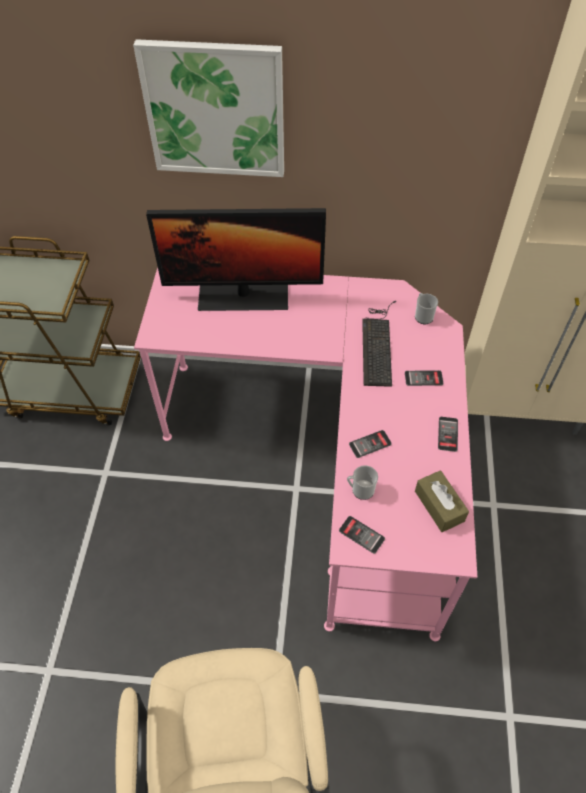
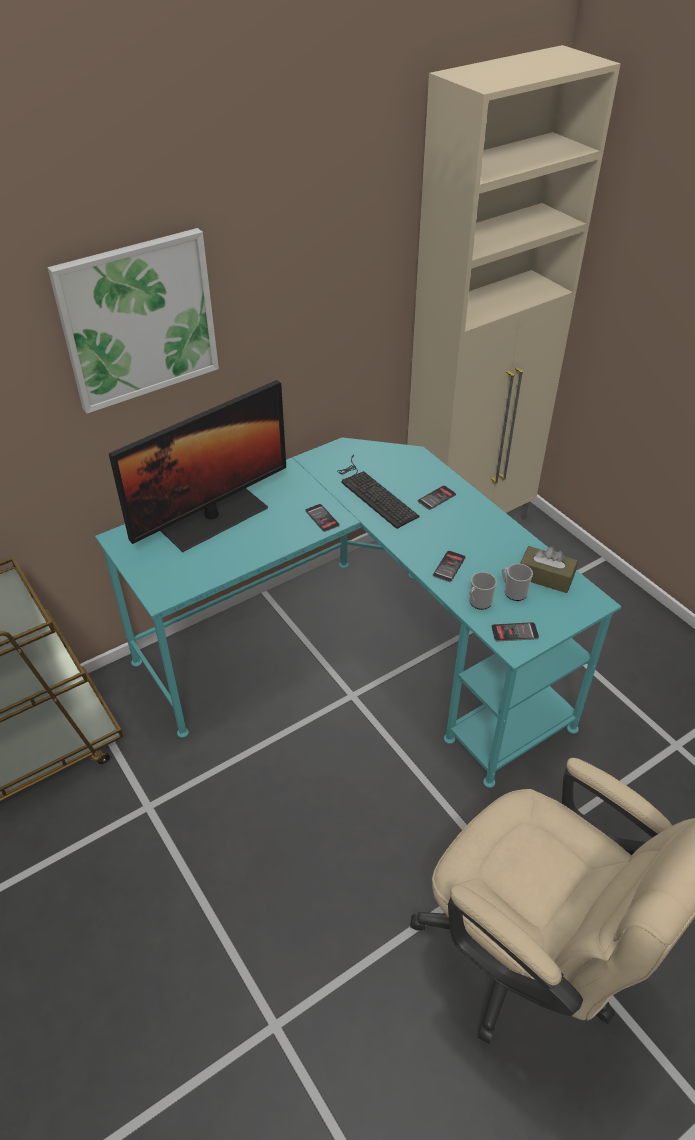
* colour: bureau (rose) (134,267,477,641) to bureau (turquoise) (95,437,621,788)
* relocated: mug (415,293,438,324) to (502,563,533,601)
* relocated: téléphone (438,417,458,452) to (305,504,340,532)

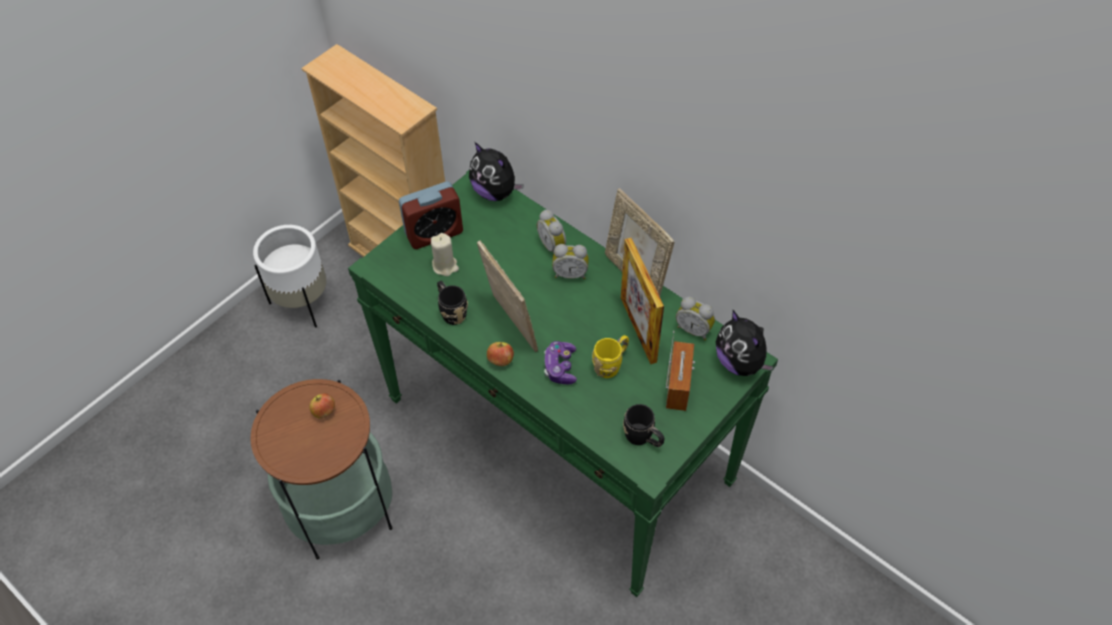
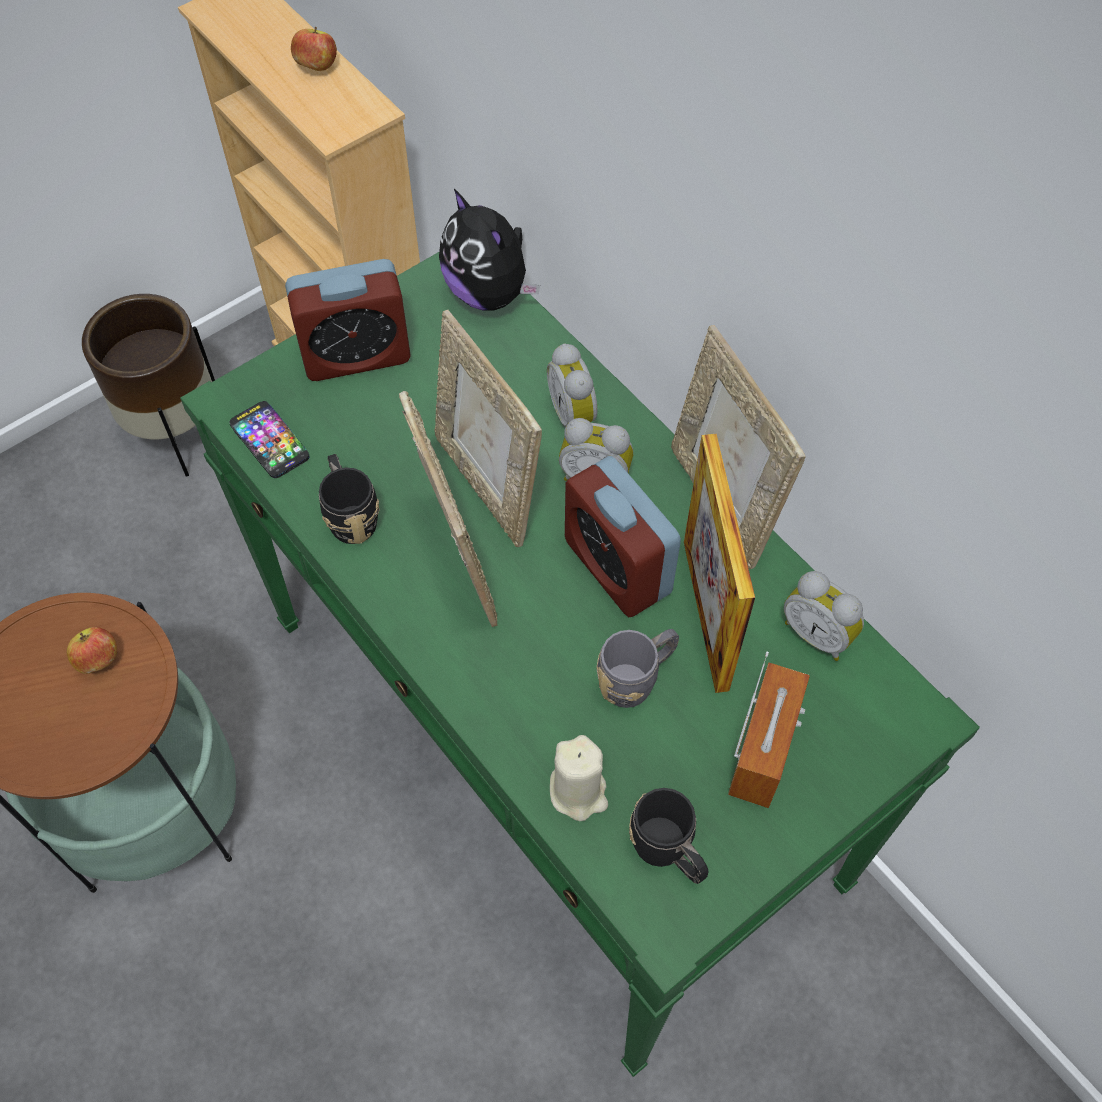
* colour: cache-pot (blanc) (253,225,326,328) to cache-pot (marron) (82,294,215,477)
* relocated: bougie (beige) (431,233,459,276) to (550,735,608,821)
* missing: peluche (716,310,774,376)
* colour: mug (jaune) (592,335,629,378) to mug (gris) (596,629,679,708)
* missing: manette (544,341,577,384)
* relocated: pomme (487,342,514,366) to (291,27,337,71)
* appeared: cadre photo (435,310,542,547)
* appeared: téléphone (229,401,309,478)
* appeared: réveil (565,456,681,617)

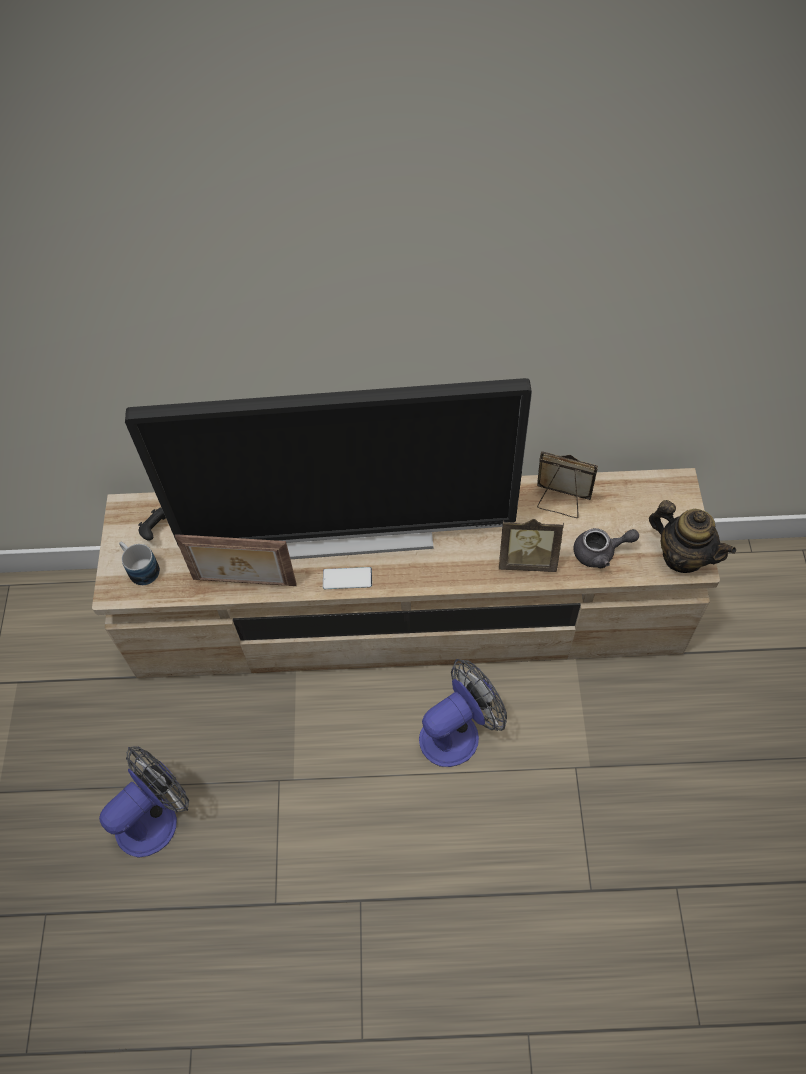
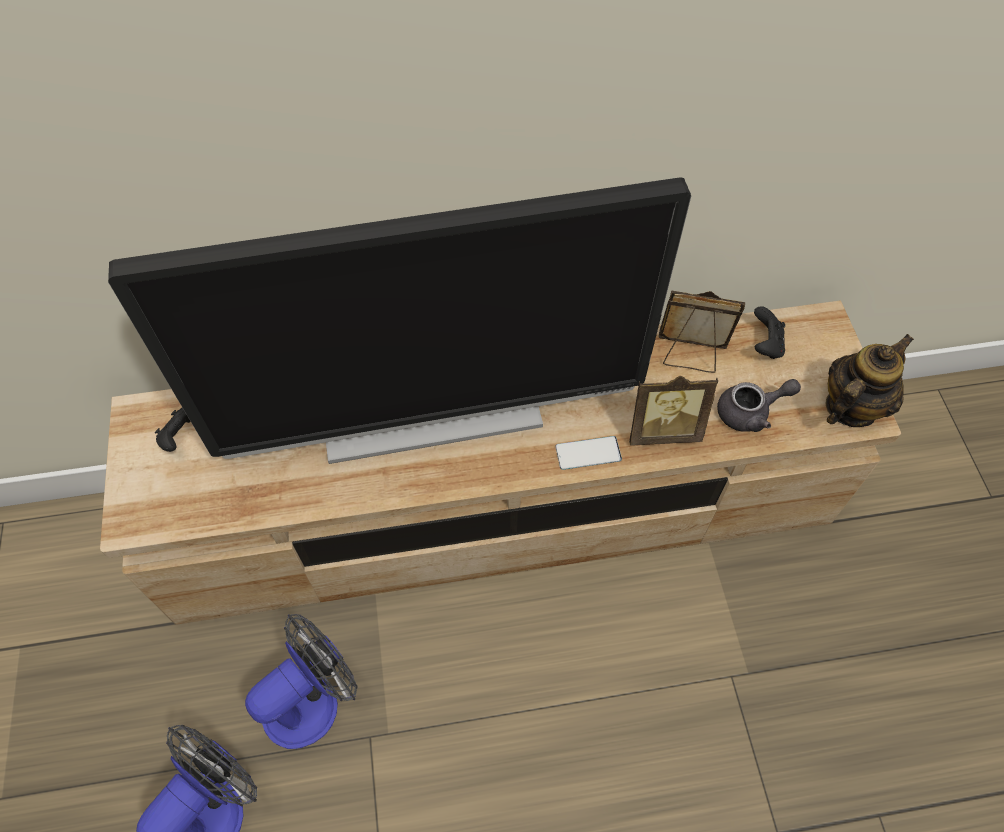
* spun: théière (649,500,736,573) = (826,334,914,427) 75 degrees counterclockwise
* missing: cadre photo (175,534,297,586)
* missing: mug (119,542,160,585)
* relocated: téléphone (323,567,372,589) to (555,436,622,470)
* relocated: ventilateur (419,659,507,767) to (245,614,358,749)
* appeared: manette (noir) (754,306,785,359)

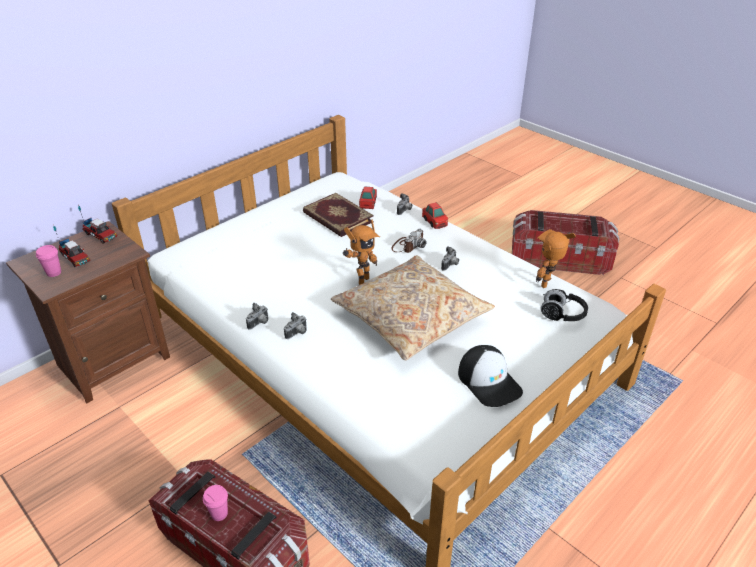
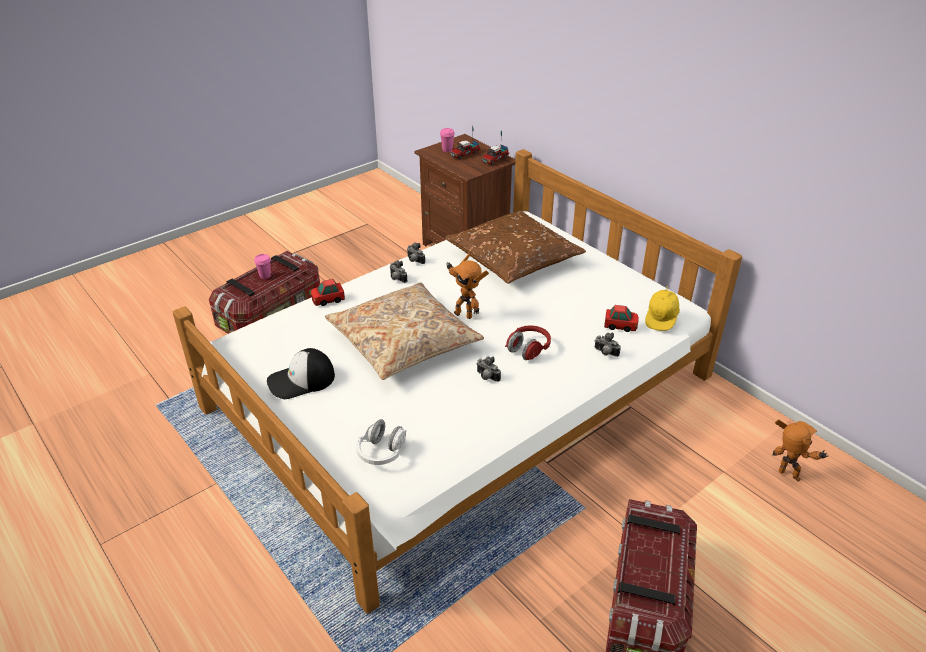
* missing: livre (303,193,374,237)
* relocated: petite voiture (422,202,448,229) to (311,279,345,306)
* exchanged: appareil photo (391,228,427,253) to casque audio (rouge) (505,325,551,360)
* relocated: robot jouet (536,229,576,288) to (772,420,828,482)
* colour: casque audio (noir) (541,289,588,321) to casque audio (blanc) (356,419,407,465)
* appeared: coussin (marron) (445,211,586,284)
* appeared: casquette (jaune) (645,285,680,331)

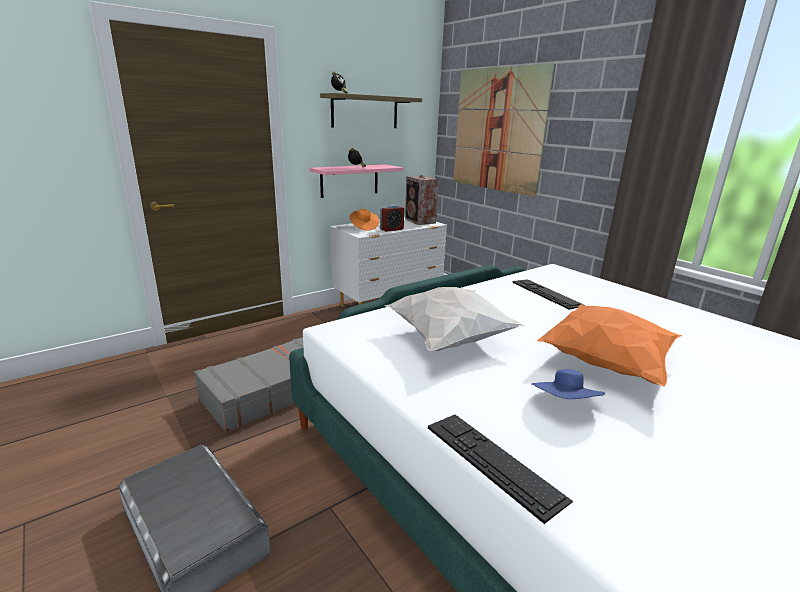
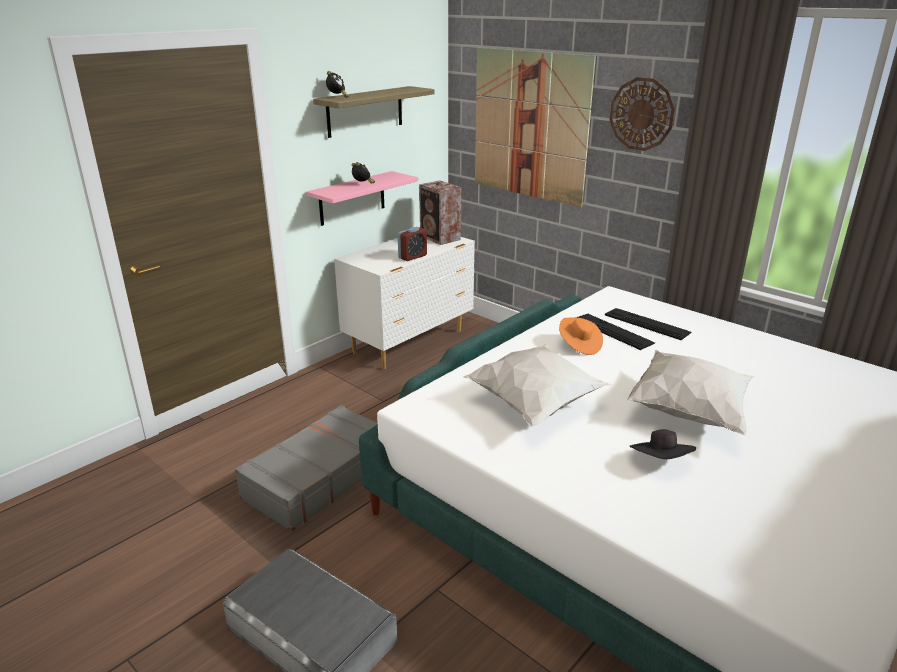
* relocated: chapeau (orange) (349,209,380,231) to (559,318,603,355)
* colour: coussin (orange) (537,304,682,387) to coussin (blanc) (626,350,754,436)
* colour: chapeau (bleu) (531,369,605,399) to chapeau (noir) (630,429,696,459)
* relocated: clavier (428,415,573,524) to (605,308,692,340)
* appeared: horloge murale (610,77,675,151)

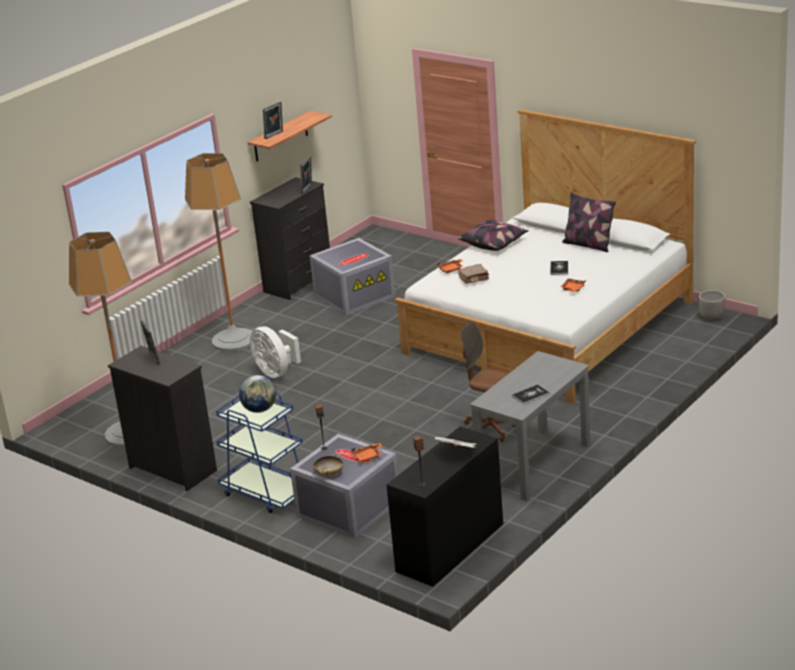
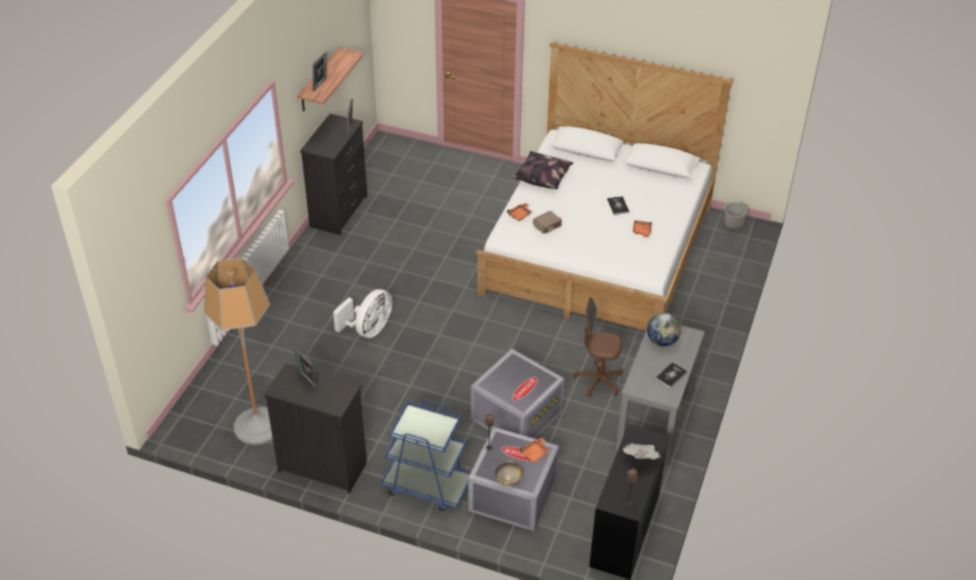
* missing: lampadaire (185,153,253,352)
* missing: coussin (562,192,616,252)
* relocated: boîte de rangement (gris) (310,238,396,315) to (471,349,565,439)
* spun: ventilateur (blanc) (250,326,301,378) = (333,289,392,338) 90 degrees counterclockwise
* relocated: globe (239,375,276,413) to (647,313,681,347)

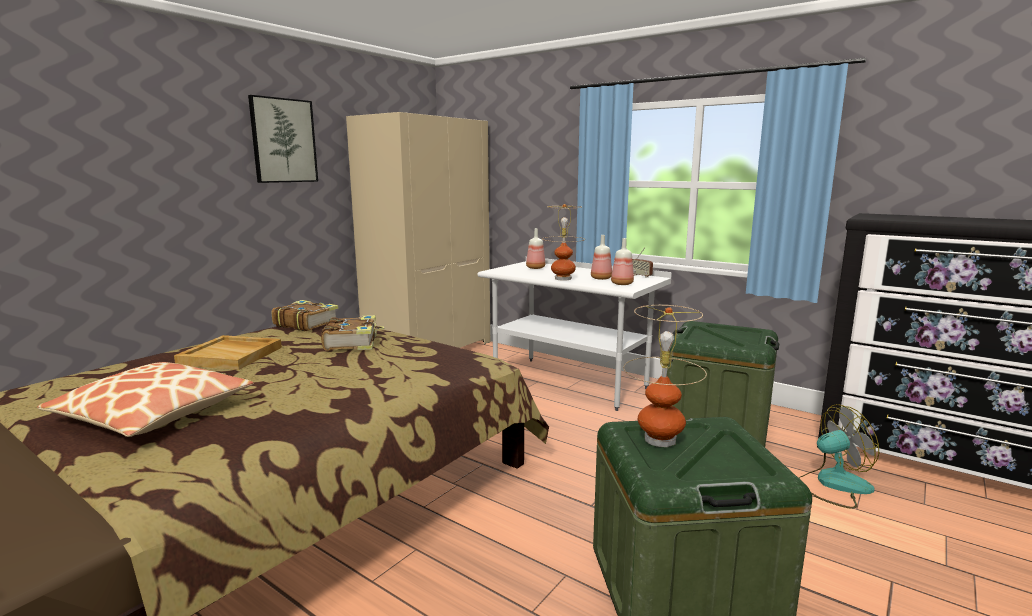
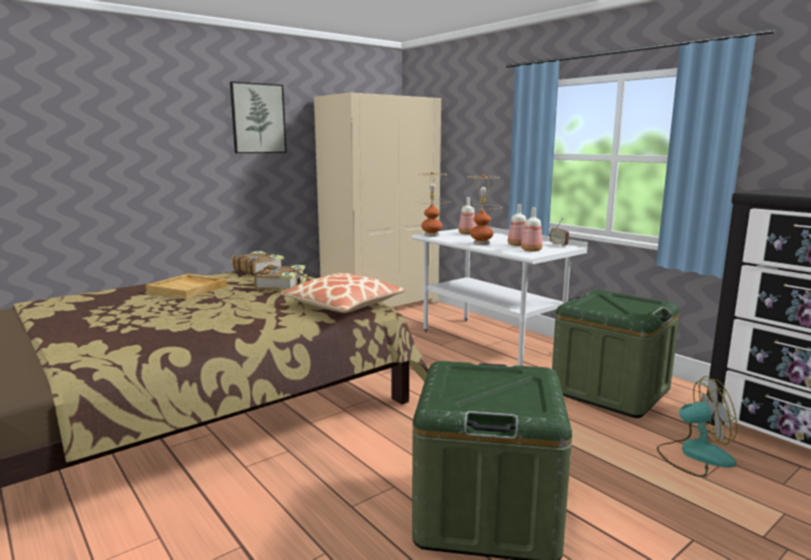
* relocated: lampe de table (623,305,707,447) to (416,172,449,237)
* relocated: coussin (37,362,254,437) to (280,273,406,313)

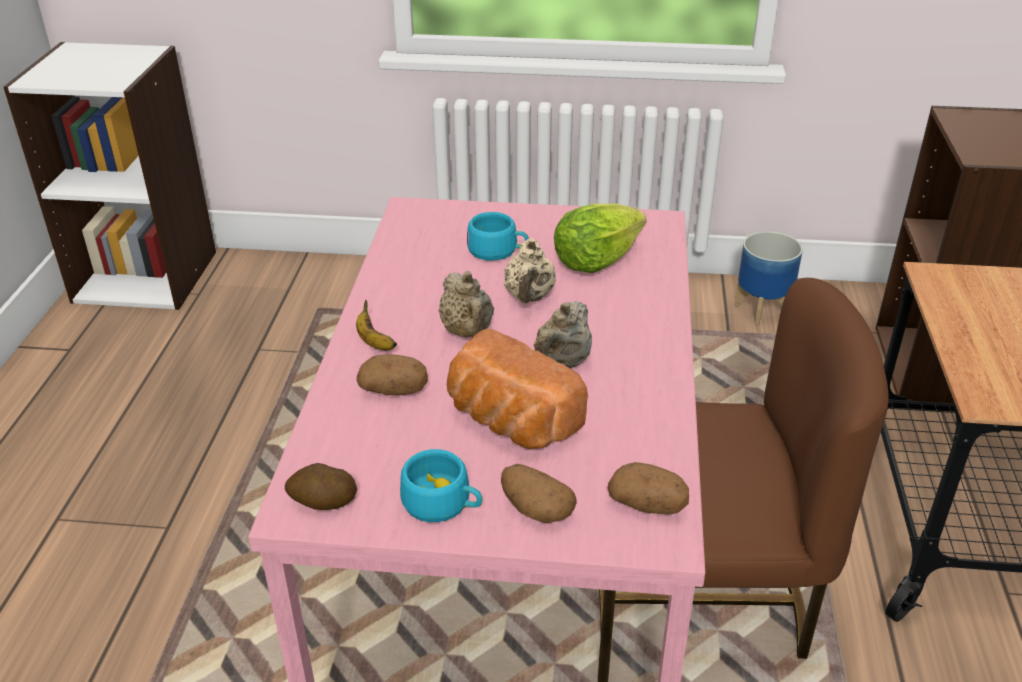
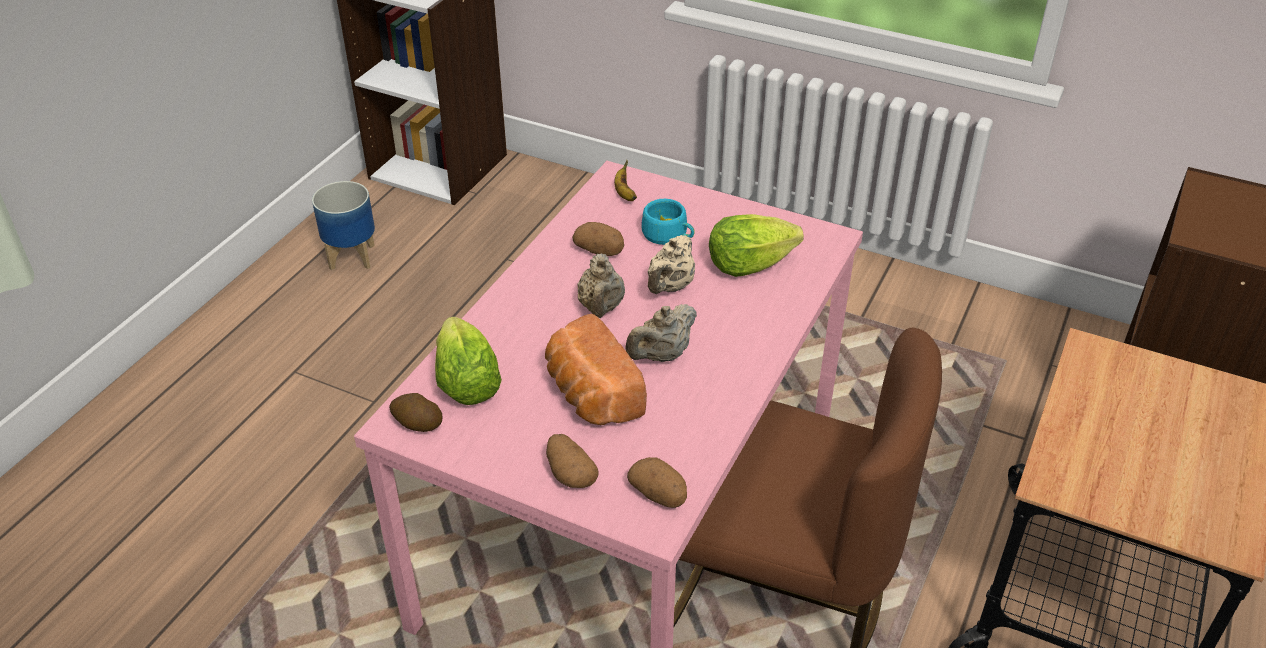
* relocated: cache-pot (734,231,803,326) to (312,181,375,270)
* relocated: banane (356,300,397,351) to (614,160,637,201)
* relocated: pomme de terre (357,354,428,396) to (572,222,624,256)
* missing: tasse (turquoise) (400,449,482,522)
* appeared: laitue (435,317,502,405)

